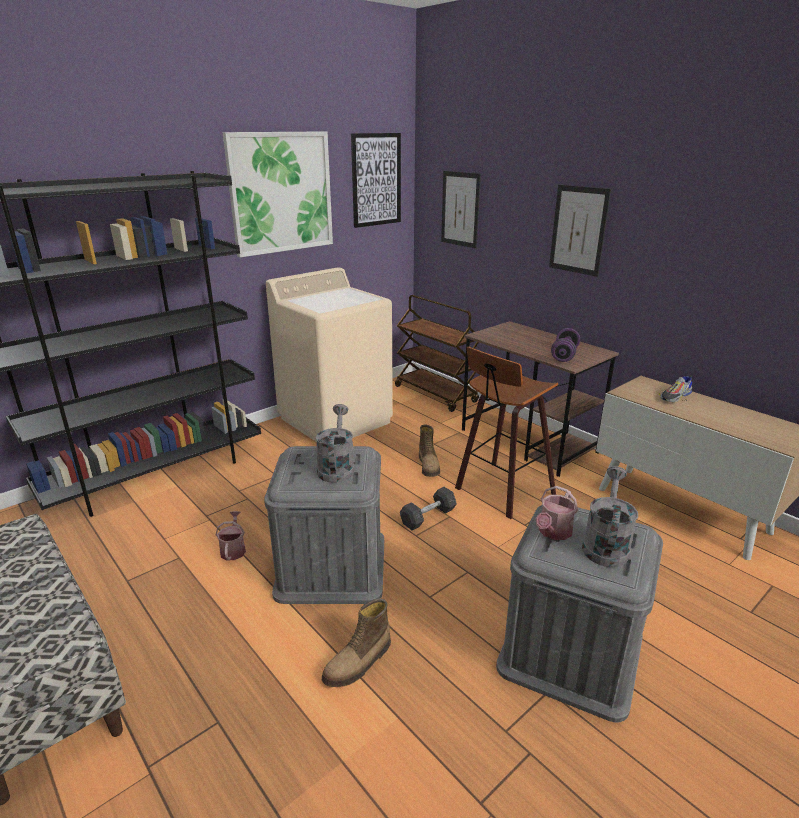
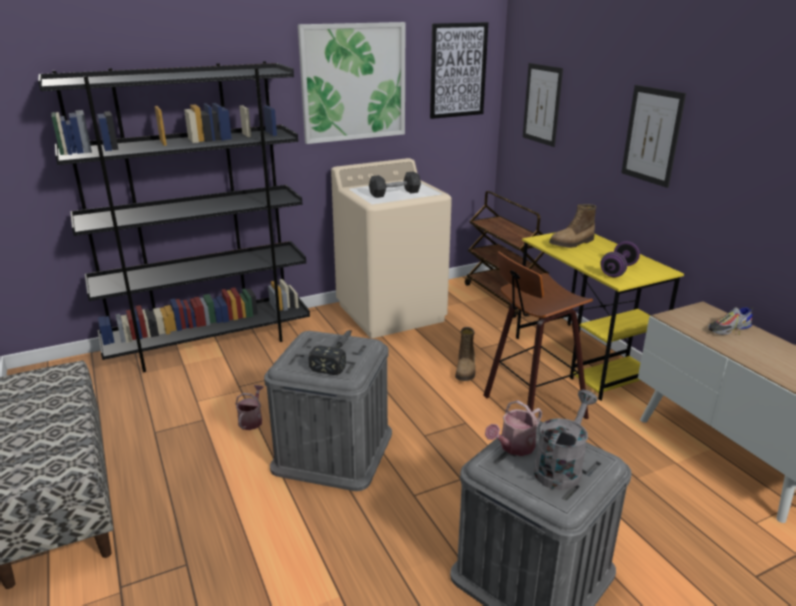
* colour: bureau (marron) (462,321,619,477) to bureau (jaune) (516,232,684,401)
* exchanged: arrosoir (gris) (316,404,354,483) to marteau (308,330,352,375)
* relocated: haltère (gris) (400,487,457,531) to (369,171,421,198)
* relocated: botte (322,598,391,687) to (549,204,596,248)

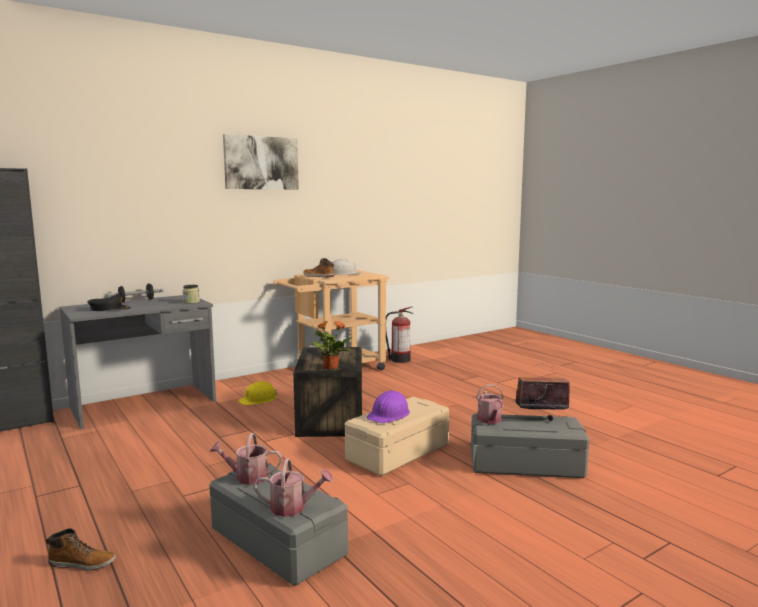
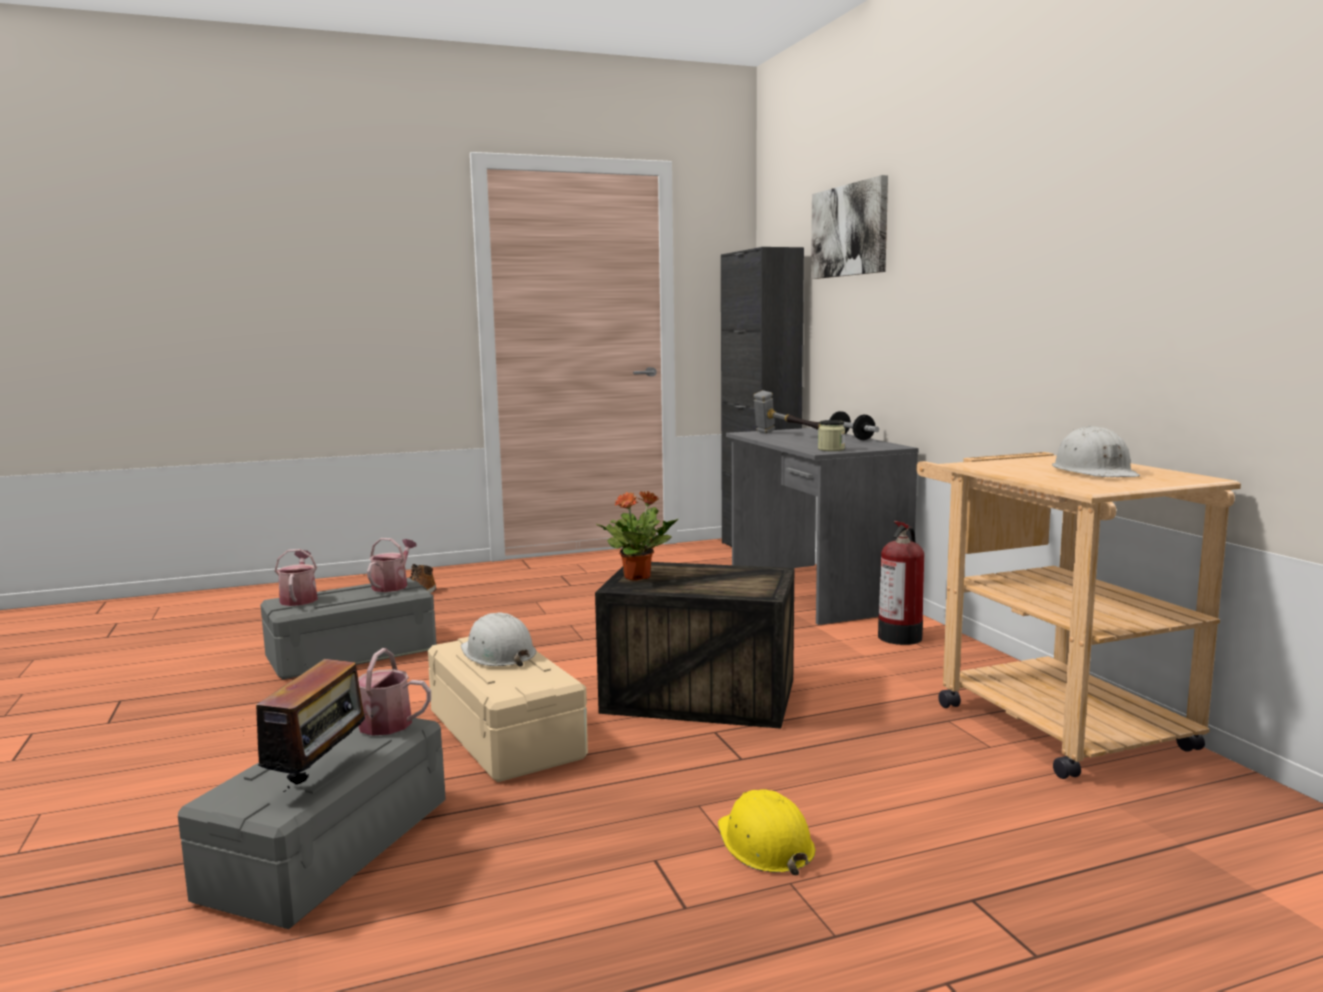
* relocated: tableau (223,134,299,189) to (811,175,888,279)
* missing: botte (304,258,334,277)
* exchanged: casquette (noir) (87,294,131,311) to marteau (753,390,820,434)
* relocated: extincteur (386,306,413,363) to (878,521,924,645)
* relocated: casque de chantier (jaune) (238,381,277,405) to (718,789,815,875)
* colour: casque de chantier (violet) (367,390,410,423) to casque de chantier (blanc) (461,613,536,666)
* spun: arrosoir (254,458,334,517) = (275,549,318,606) 150 degrees clockwise

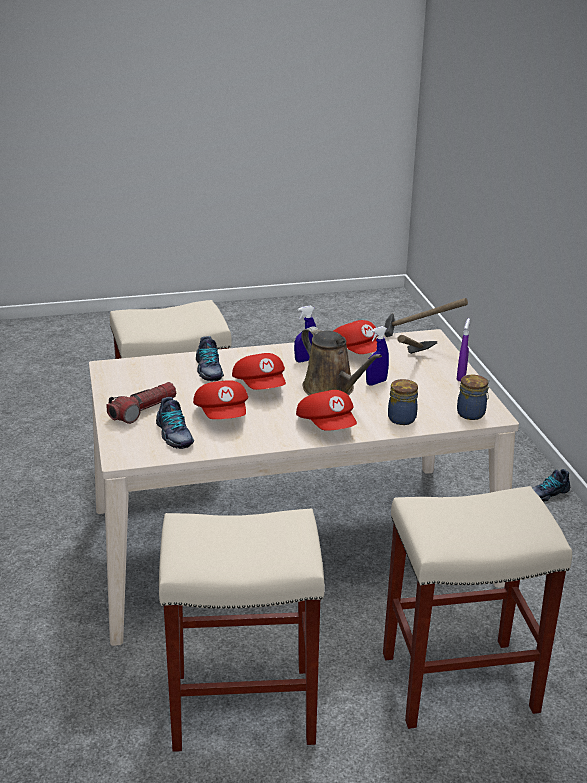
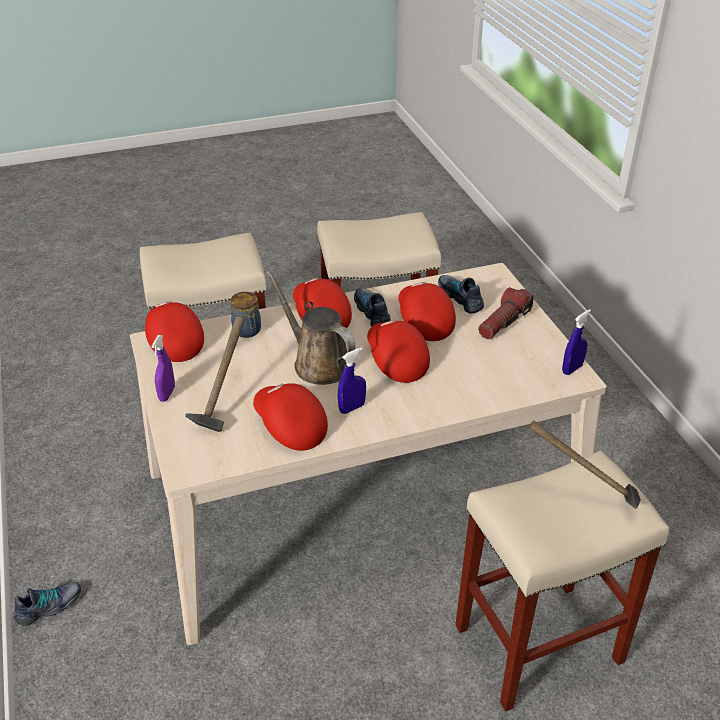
* relocated: marteau (384,298,468,337) to (529,421,641,509)
* relocated: vaporisateur (bleu) (366,326,389,386) to (562,309,591,375)
* relocated: chaussure (196,336,224,381) to (354,288,391,327)
* exchanged: bocal (457,375,490,420) to casquette (rouge) (145,301,204,362)

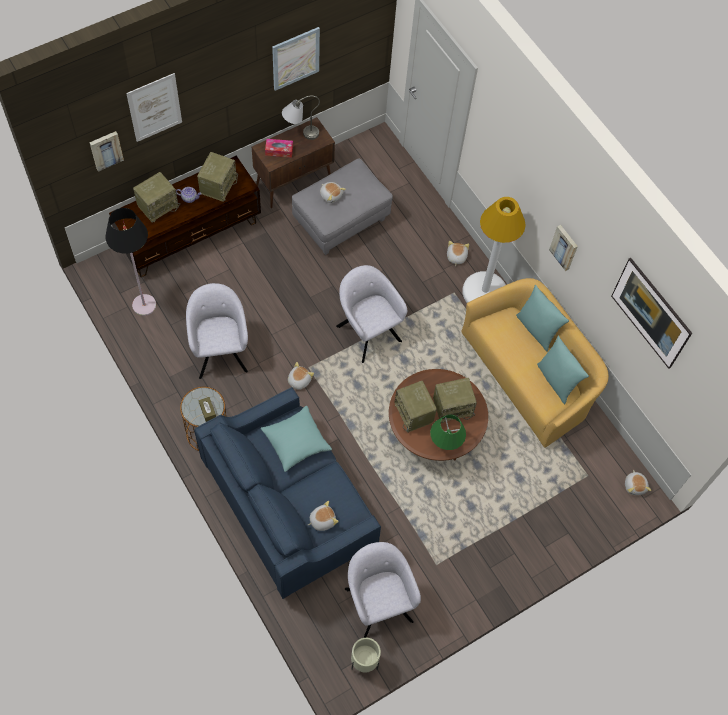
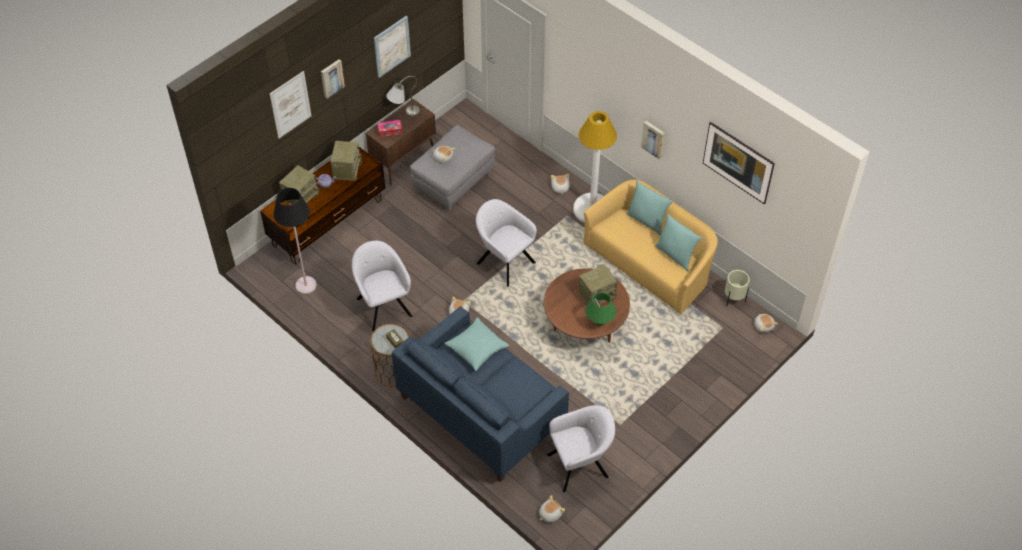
* relocated: tableau (89,131,124,172) to (321,59,345,99)
* missing: radio (394,381,437,433)
* relocated: peluche (308,501,339,531) to (539,495,565,523)
* spun: fauteuil (gris) (345,542,421,638) = (547,405,615,492) 105 degrees clockwise
* relocated: cache-pot (beige) (351,638,381,672) to (725,270,750,306)

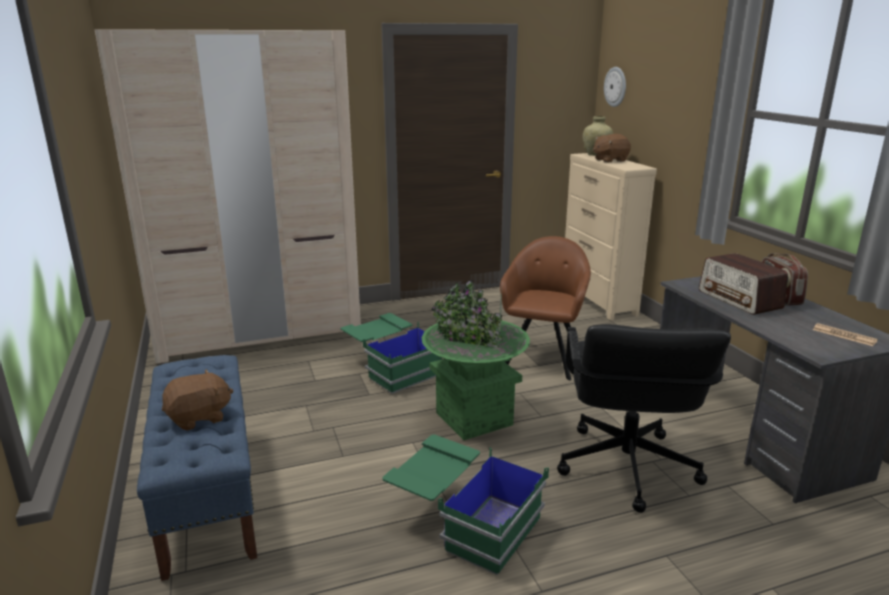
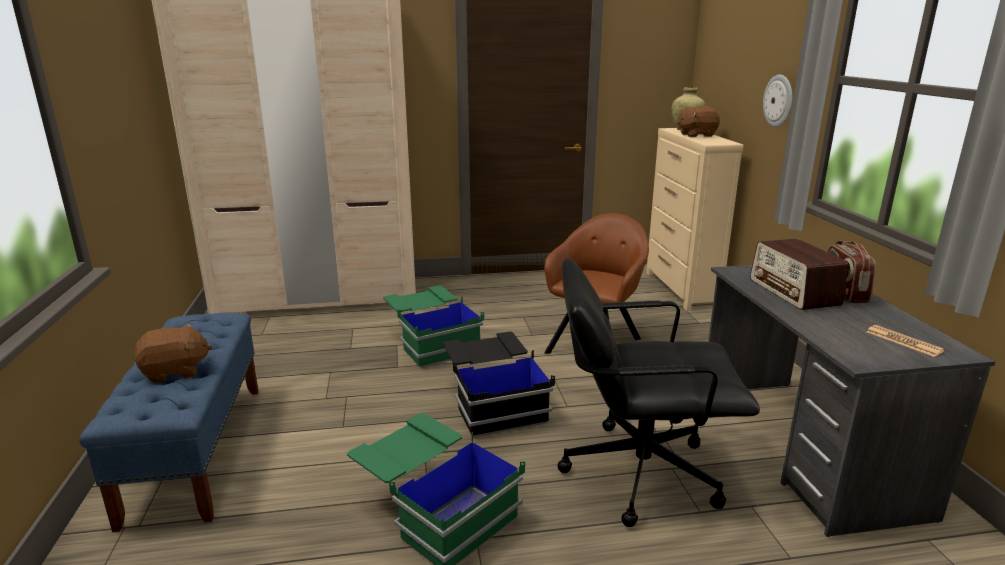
* relocated: horloge murale (604,67,626,107) to (763,75,792,127)
* exchanged: cache-pot (vert) (422,280,530,440) to boîte de rangement (noir) (442,332,555,437)
* spun: chaise de bureau (noir) (557,324,731,513) = (558,258,760,527) 75 degrees clockwise

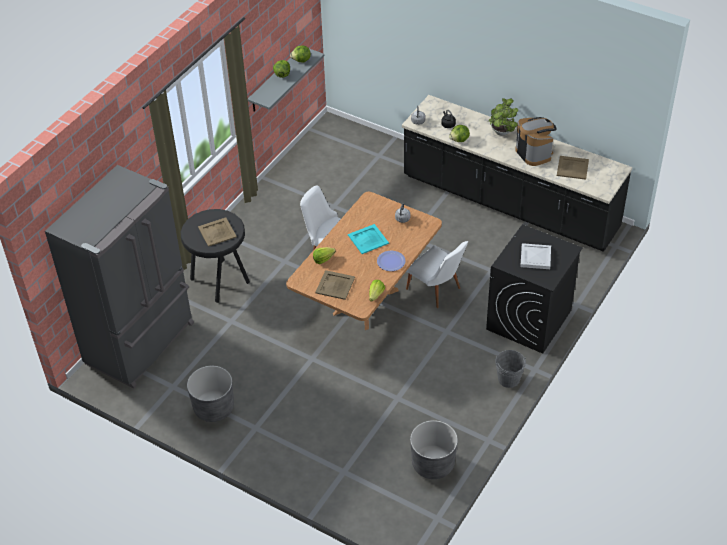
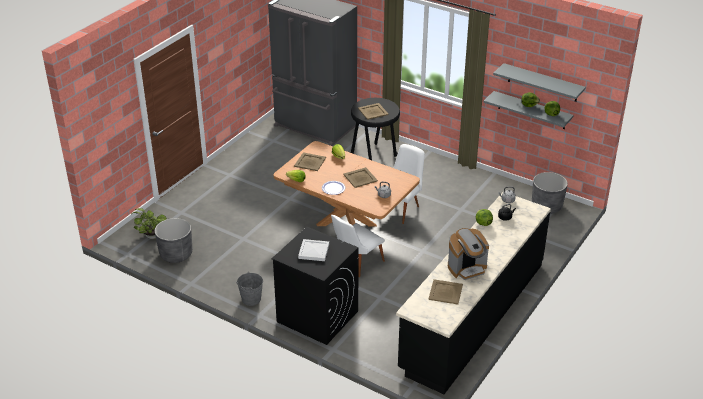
* relocated: plante en pot (488,98,518,136) to (133,208,167,239)
* colour: plateau (turquoise) (348,224,389,254) to plateau (beige) (343,167,378,188)
* relocated: cache-pot (gris) (187,366,234,422) to (532,172,568,214)
* appeared: étagère (gris) (493,63,586,102)

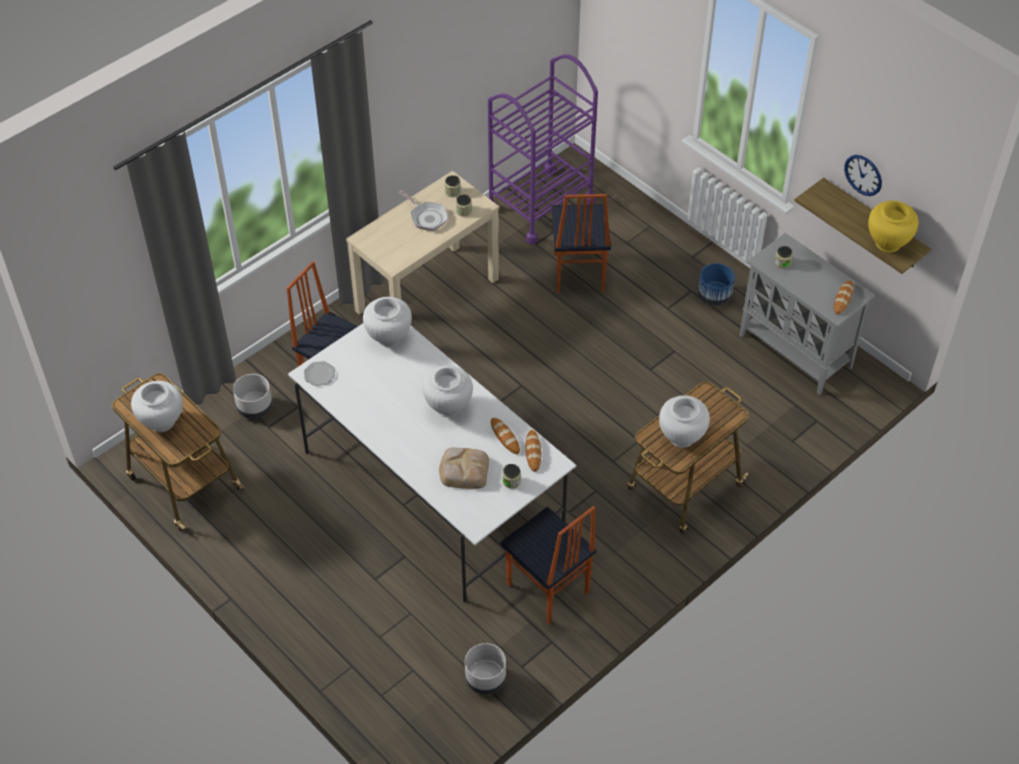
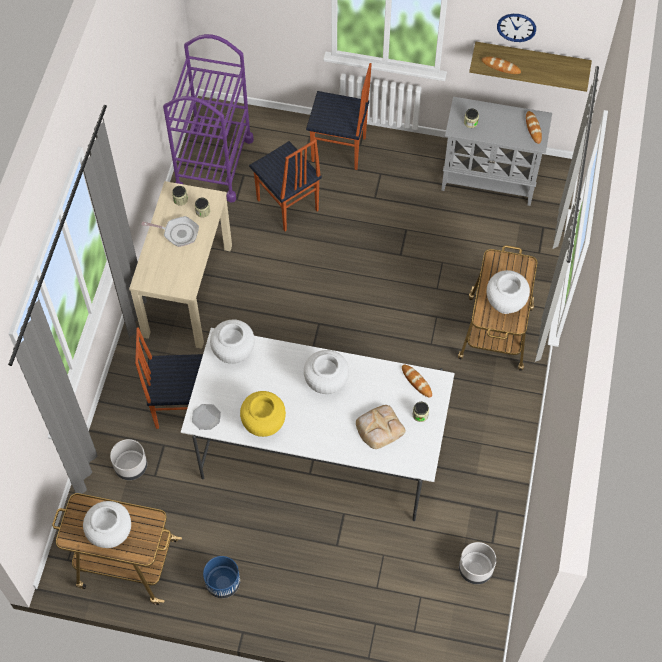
* relocated: vase (jaune) (868,201,919,253) to (240,391,286,437)
* relocated: cache-pot (bleu) (698,263,735,306) to (203,556,240,598)
* relocated: pain (491,418,520,454) to (482,57,521,74)
* relocated: chaise (500,506,596,624) to (306,63,372,170)

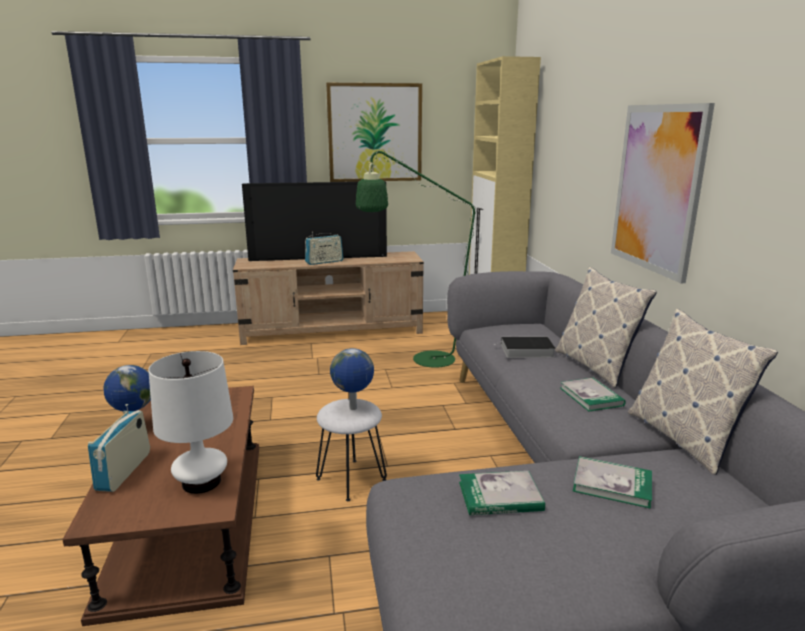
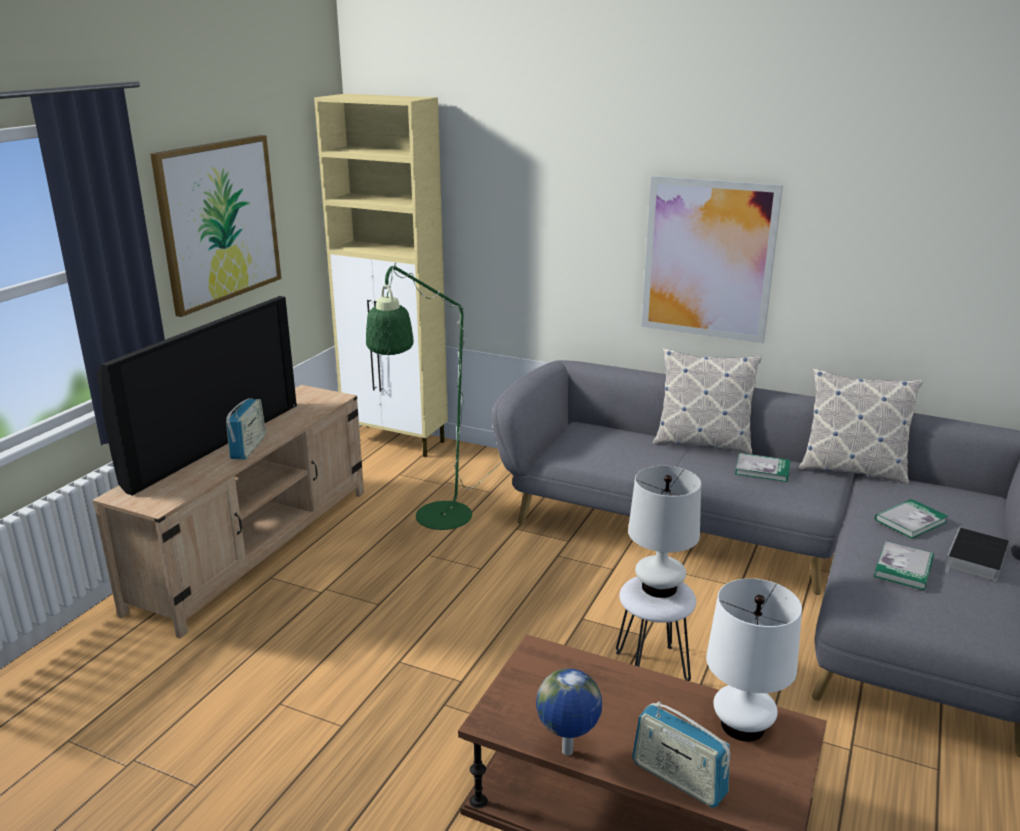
* relocated: livre (494,336,556,358) to (945,527,1009,581)
* exchanged: globe (330,348,374,410) to lampe de table (blanc) (628,466,701,598)

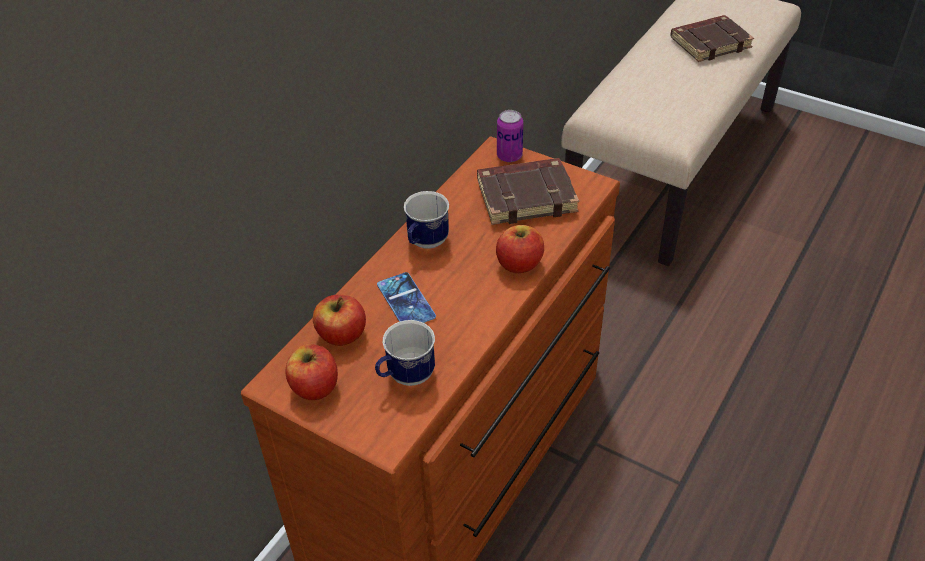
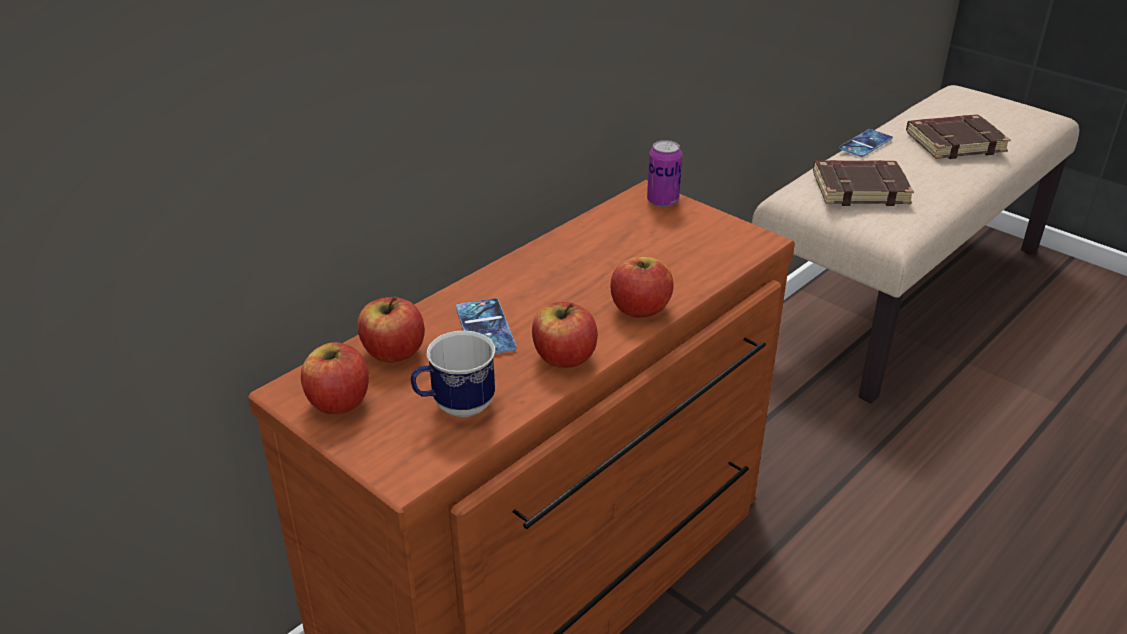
* relocated: livre (marron) (477,158,579,225) to (813,160,914,206)
* missing: mug (404,191,449,249)
* appeared: téléphone (839,129,893,157)
* appeared: pomme (532,302,598,368)

